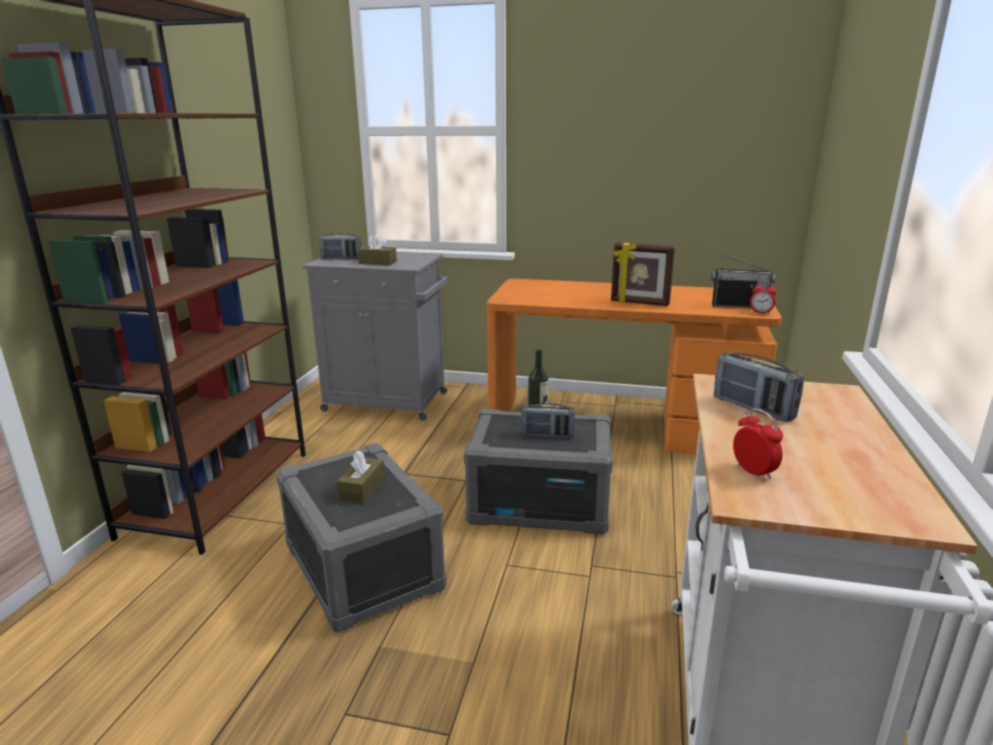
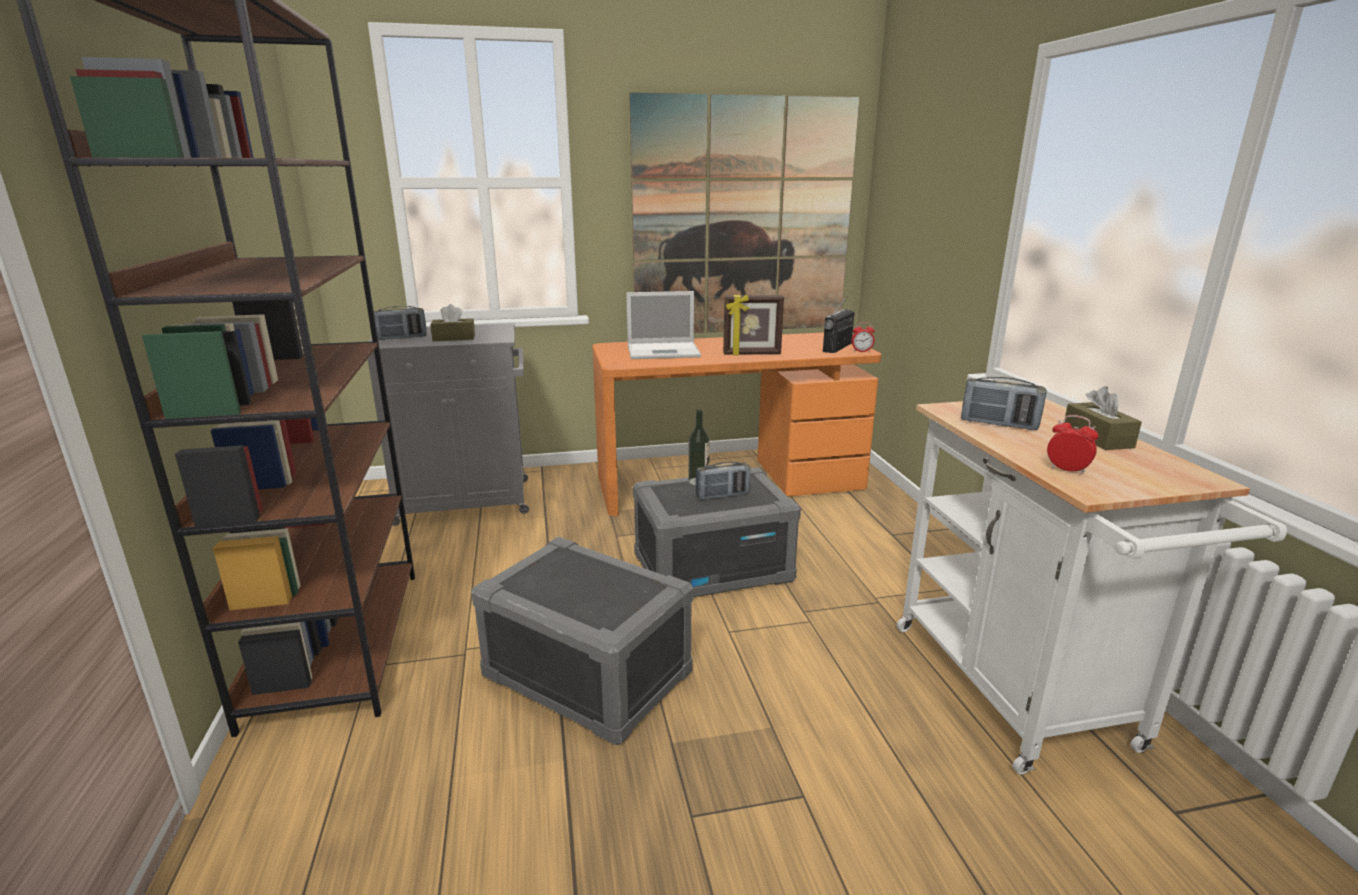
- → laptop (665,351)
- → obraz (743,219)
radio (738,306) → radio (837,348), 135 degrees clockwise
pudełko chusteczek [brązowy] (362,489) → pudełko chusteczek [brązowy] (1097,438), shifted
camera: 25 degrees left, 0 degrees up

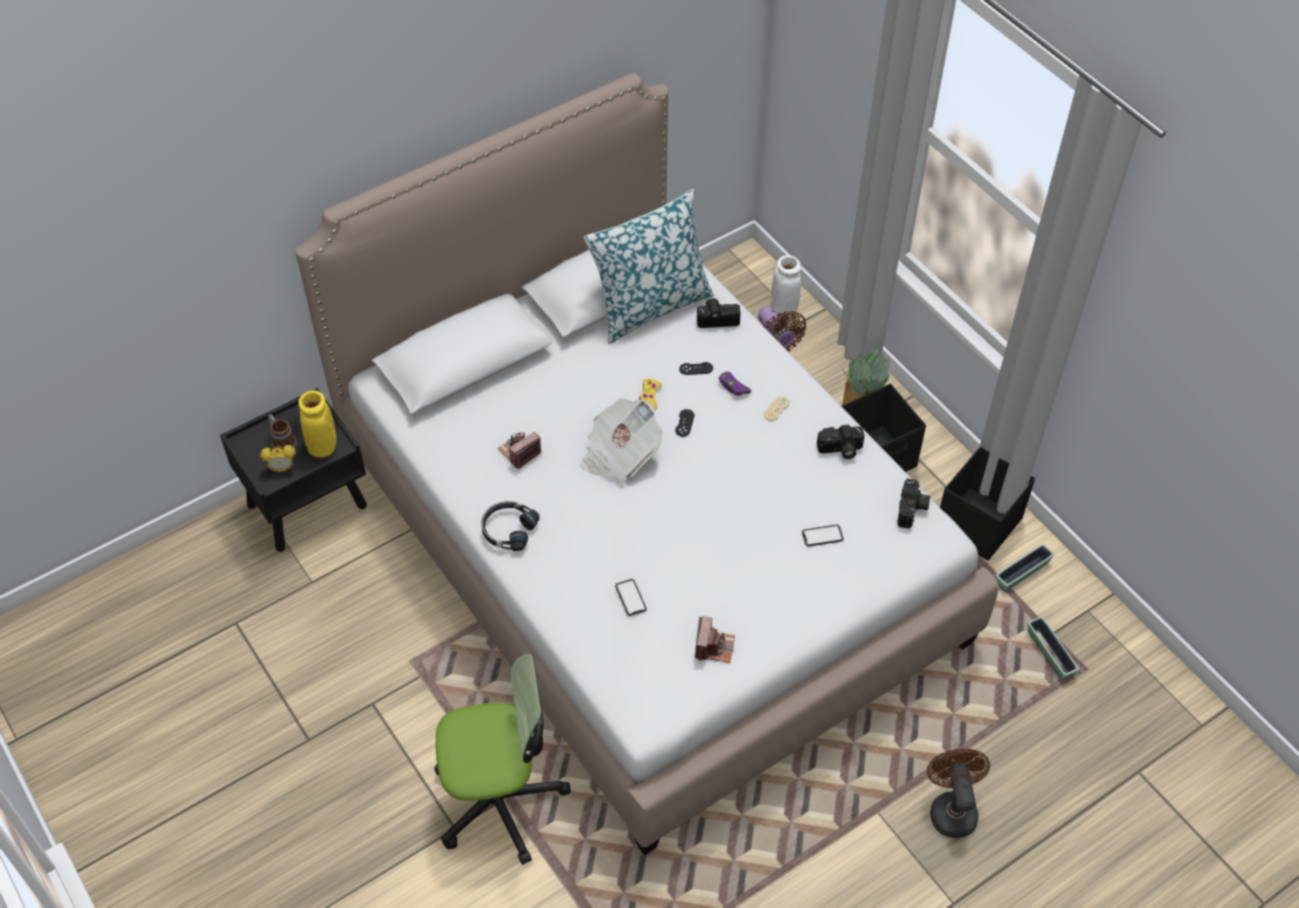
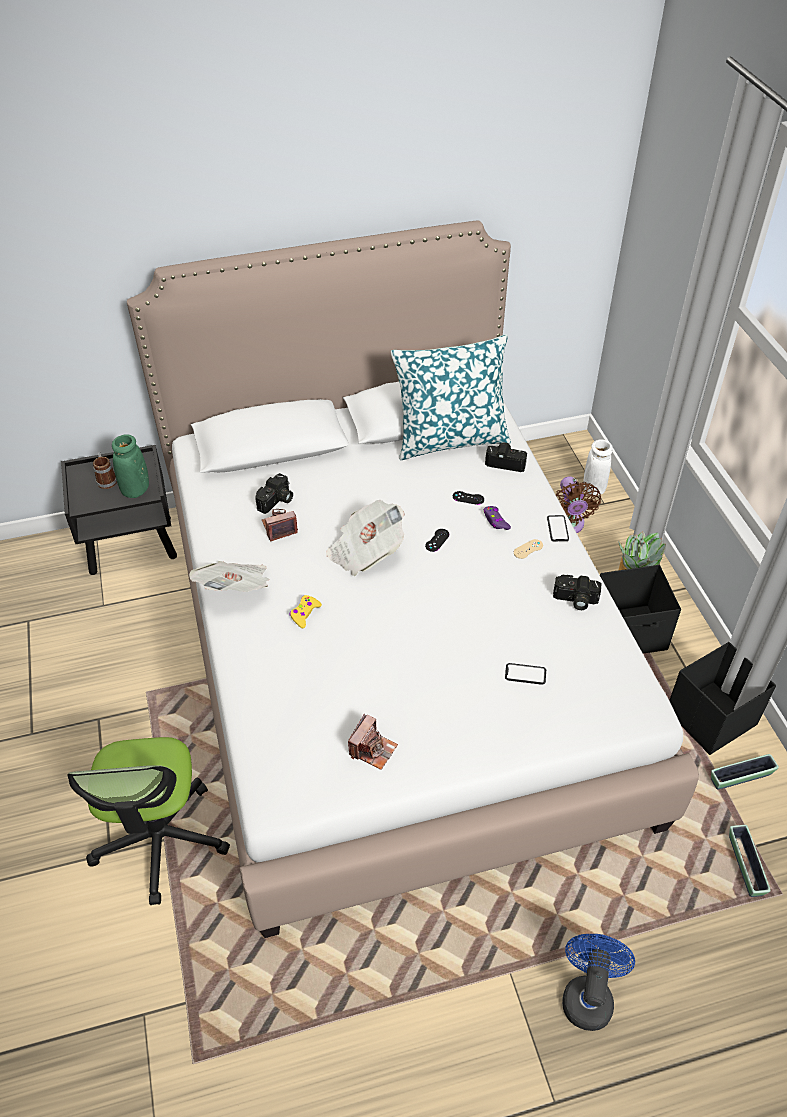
krzesło biurowe (499,800) → krzesło biurowe (160,840), 75 degrees clockwise
wazon [żółty] (322,446) → wazon [zielony] (135,490)
słuchawki [czarny] (508,530) → gazeta (236,589)
aparat fotograficzny (912,510) → aparat fotograficzny (277,501), shifted
pad do gier [żółty] (650,396) → pad do gier [żółty] (304,614), shifted
telefon (630,598) → telefon (557,529), shifted
wentylator [brązowy] (951,808) → wentylator [niebieski] (588,995)
budzik (282,468) → -
camera: 20 degrees right, 5 degrees down

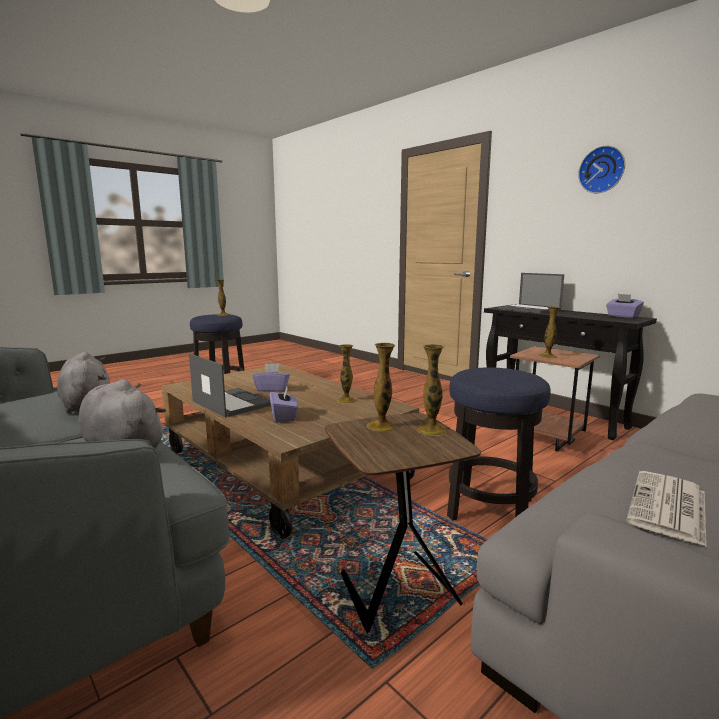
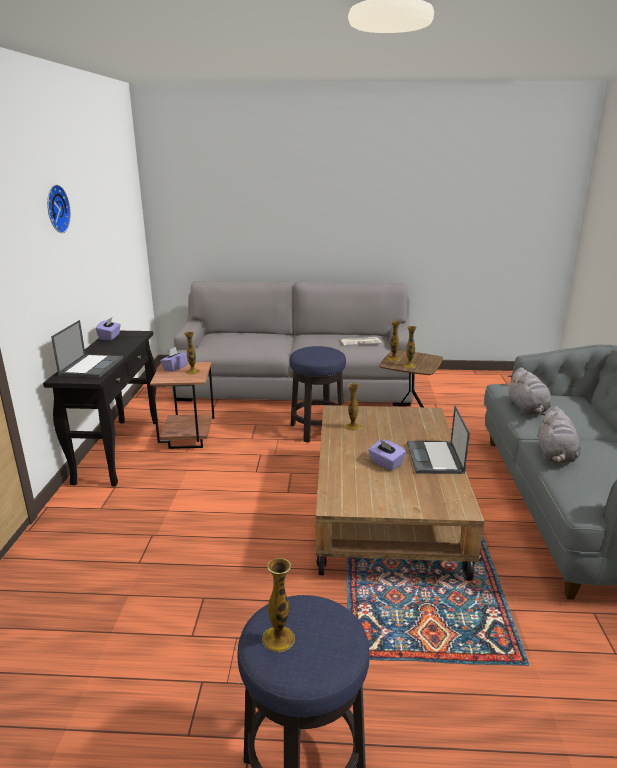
pudełko chusteczek [fioletowy] (284,417) → pudełko chusteczek [fioletowy] (175,367), shifted
camera: 135 degrees left, 10 degrees up

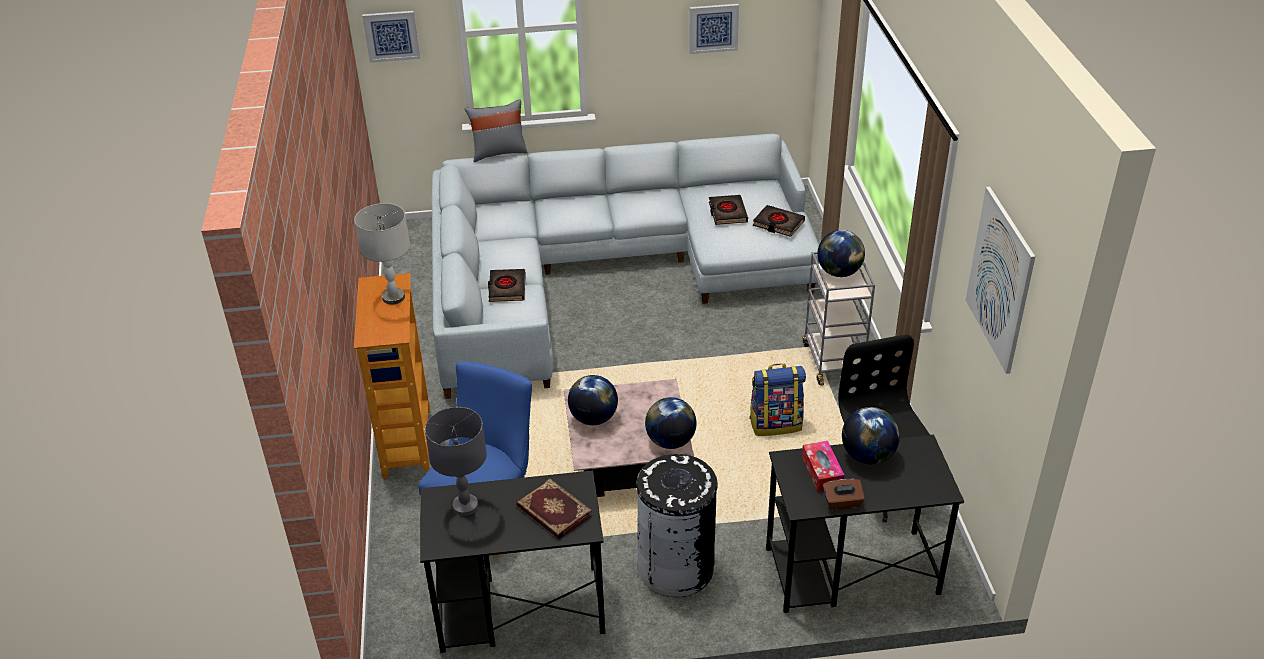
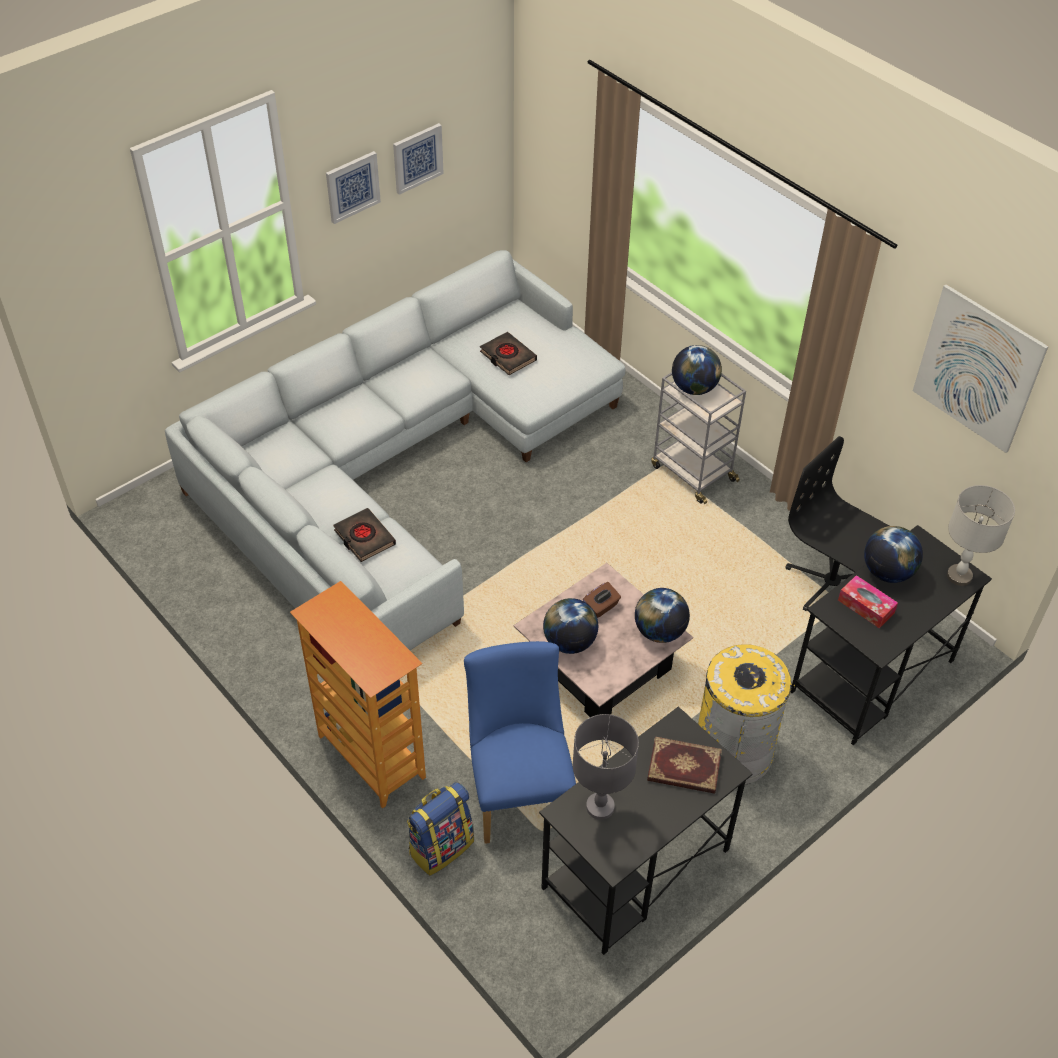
obraz (391,36) → obraz (352,186), shifted
plecak (775,424) → plecak (441,846), shifted
pudełko chusteczek [brązowy] (842,503) → pudełko chusteczek [brązowy] (601,607), shifted
kosz na śmieci [czarny] (676,568) → kosz na śmieci [żółty] (733,751)
lampa stołowa [szary] (393,297) → lampa stołowa [szary] (958,576), shifted
poduszka [szary] (499,152) → -
książka [czarny] (778,224) → -
camera: 35 degrees left, 10 degrees up

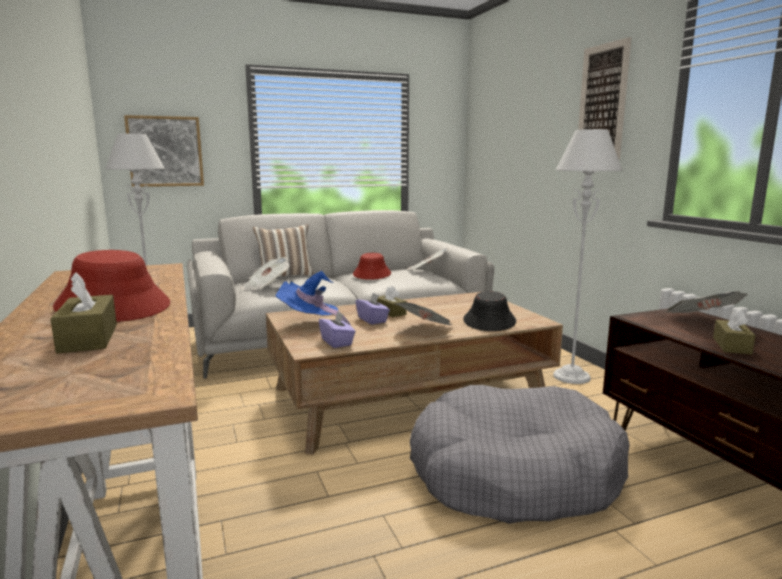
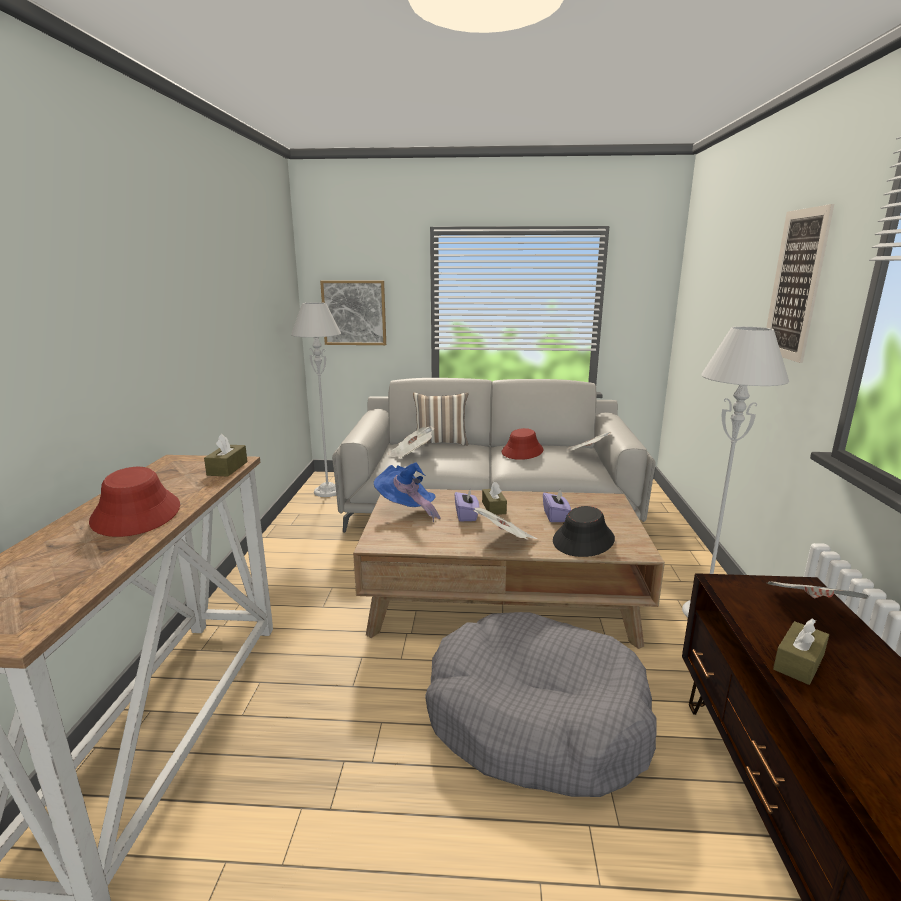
pudełko chusteczek [brązowy] (88,338) → pudełko chusteczek [brązowy] (227,468), shifted
pudełko chusteczek [fioletowy] (337,342) → pudełko chusteczek [fioletowy] (556,516), shifted
camera: 25 degrees right, 5 degrees up

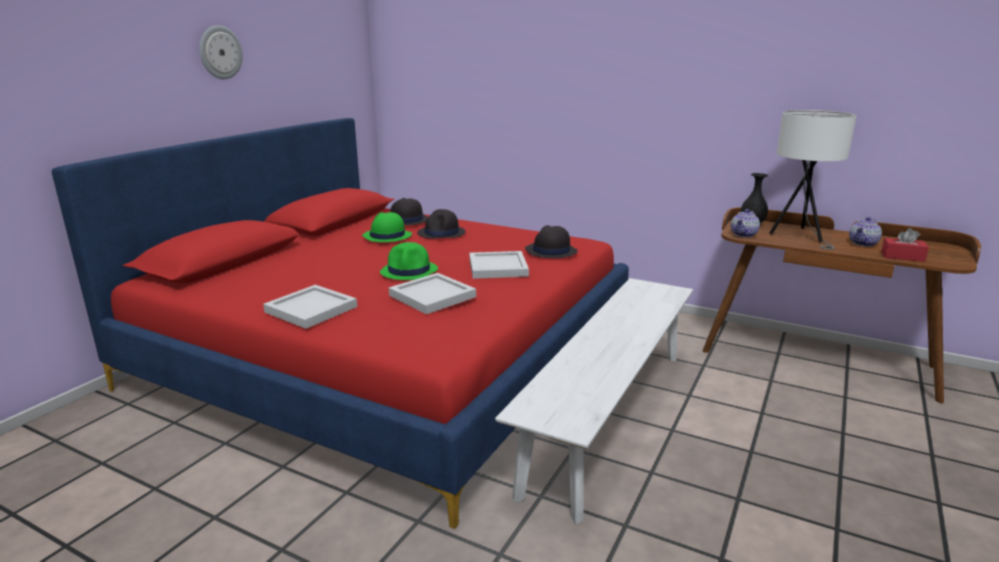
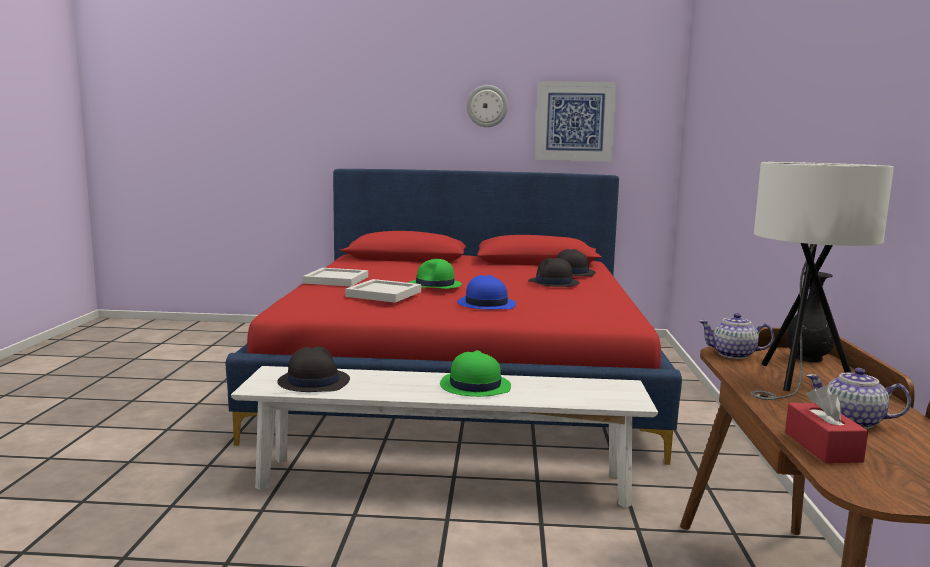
kapelusz [czarny] (550,251) → kapelusz [czarny] (313,382), shifted
kapelusz [zielony] (387,236) → kapelusz [zielony] (474,386), shifted
taca [biały] (497,268) → kapelusz [niebieski] (486,304)
- → obraz (575,121)
camera: 65 degrees right, 10 degrees down

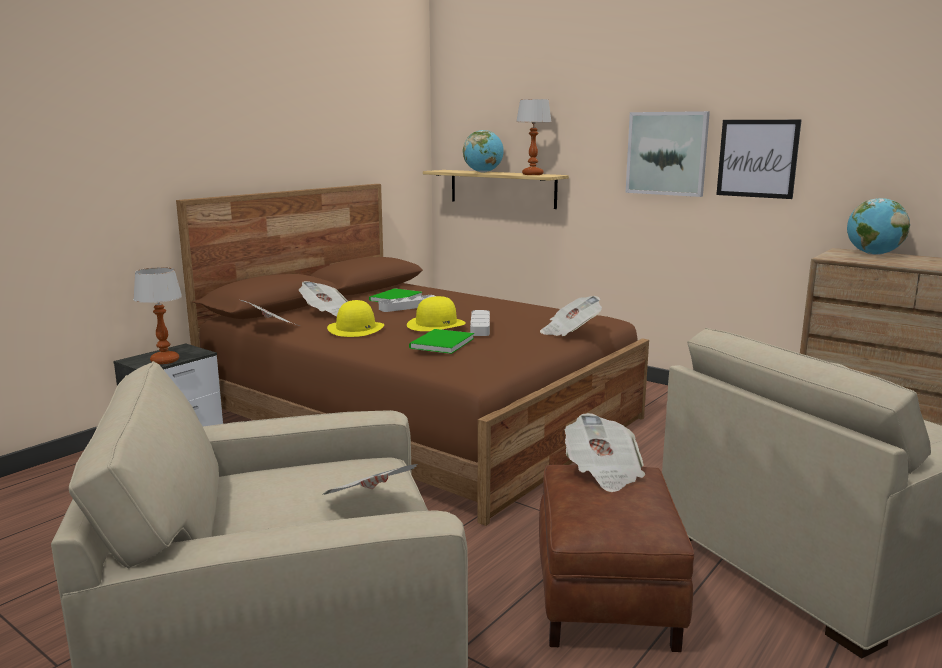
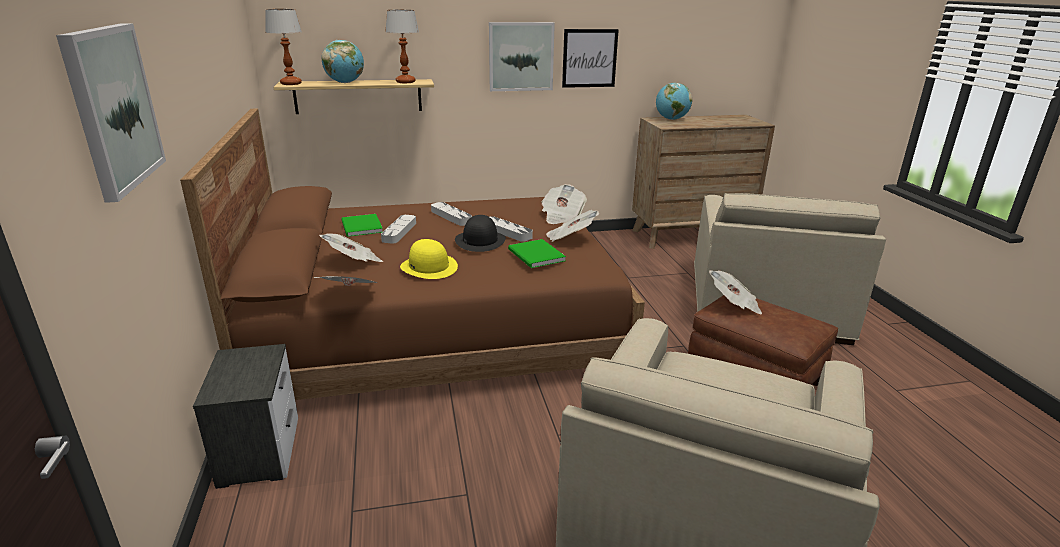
- → obraz (113,108)
lampa stołowa (164,360) → lampa stołowa (290,84), shifted
- → taca [szary] (451,217)
kapelusz [żółty] (436,324) → kapelusz [czarny] (480,240)
gazeta (370,504) → gazeta (570,238), shifted
camera: 50 degrees left, 10 degrees up

